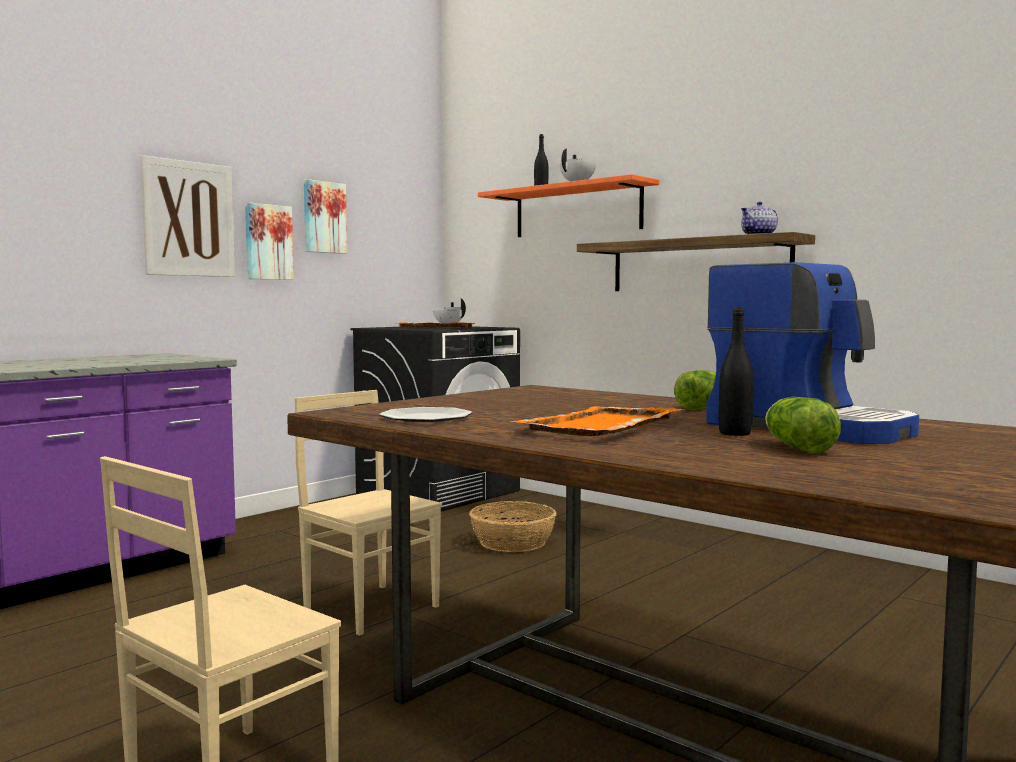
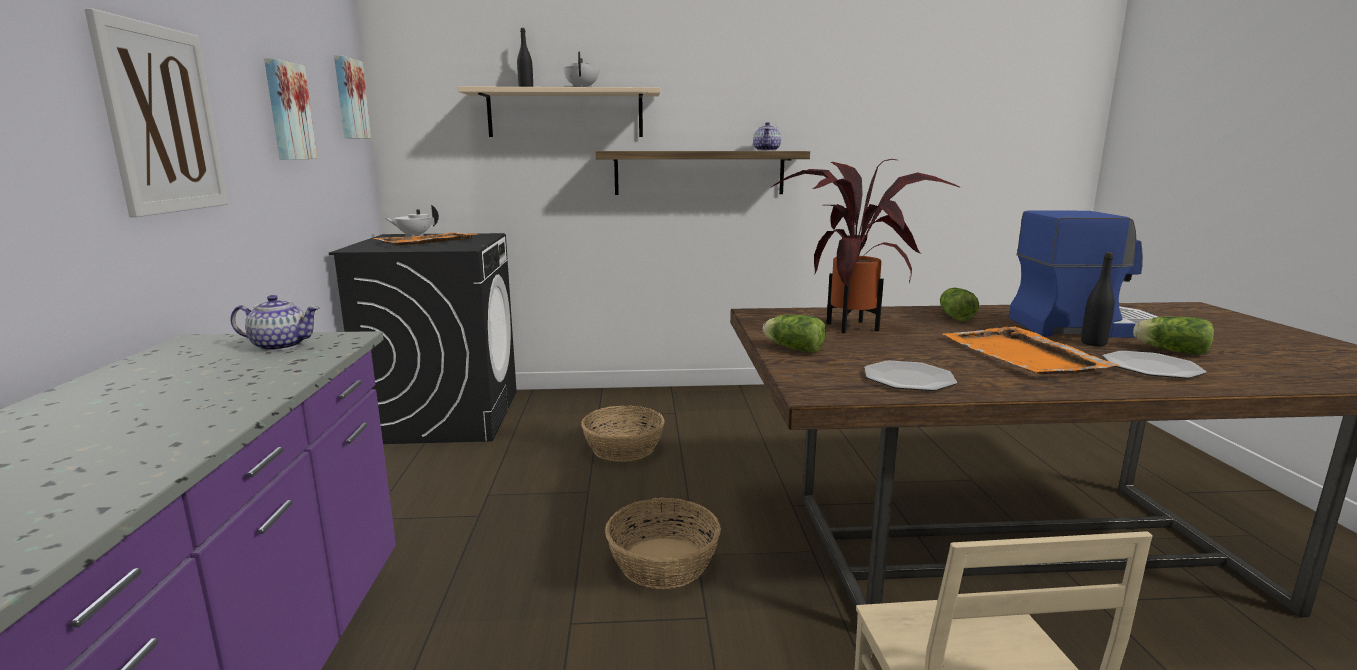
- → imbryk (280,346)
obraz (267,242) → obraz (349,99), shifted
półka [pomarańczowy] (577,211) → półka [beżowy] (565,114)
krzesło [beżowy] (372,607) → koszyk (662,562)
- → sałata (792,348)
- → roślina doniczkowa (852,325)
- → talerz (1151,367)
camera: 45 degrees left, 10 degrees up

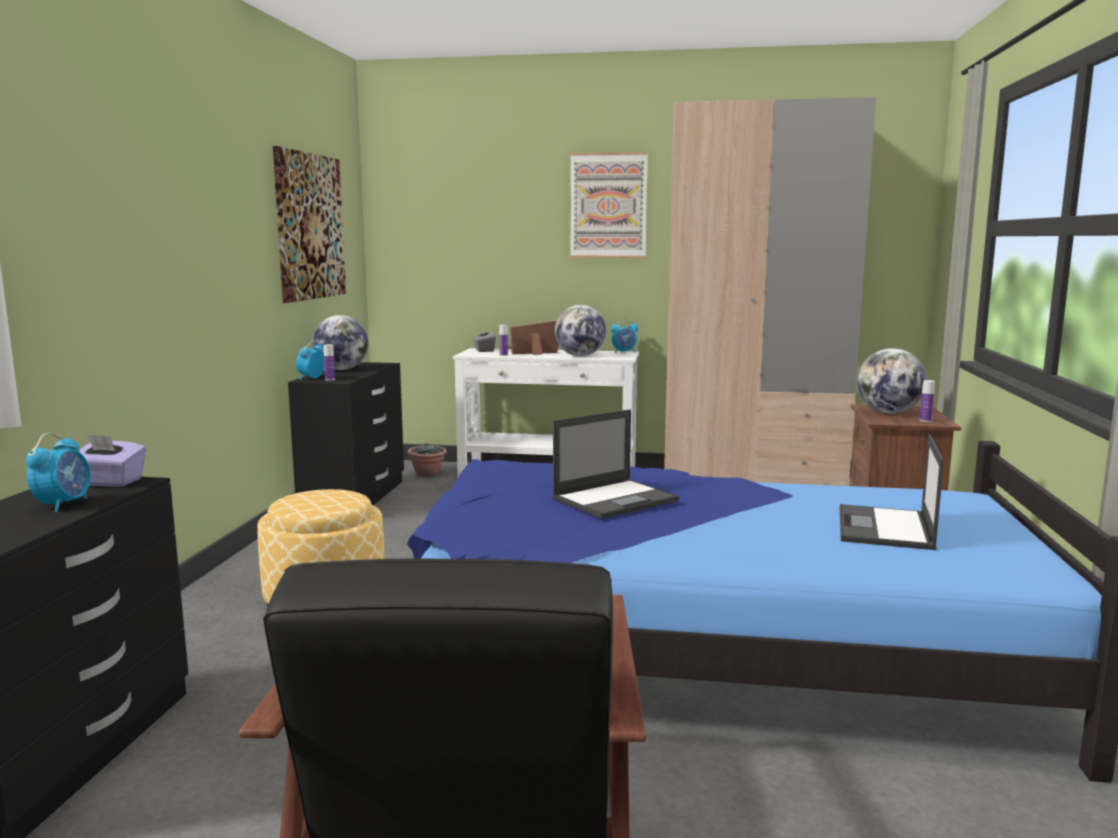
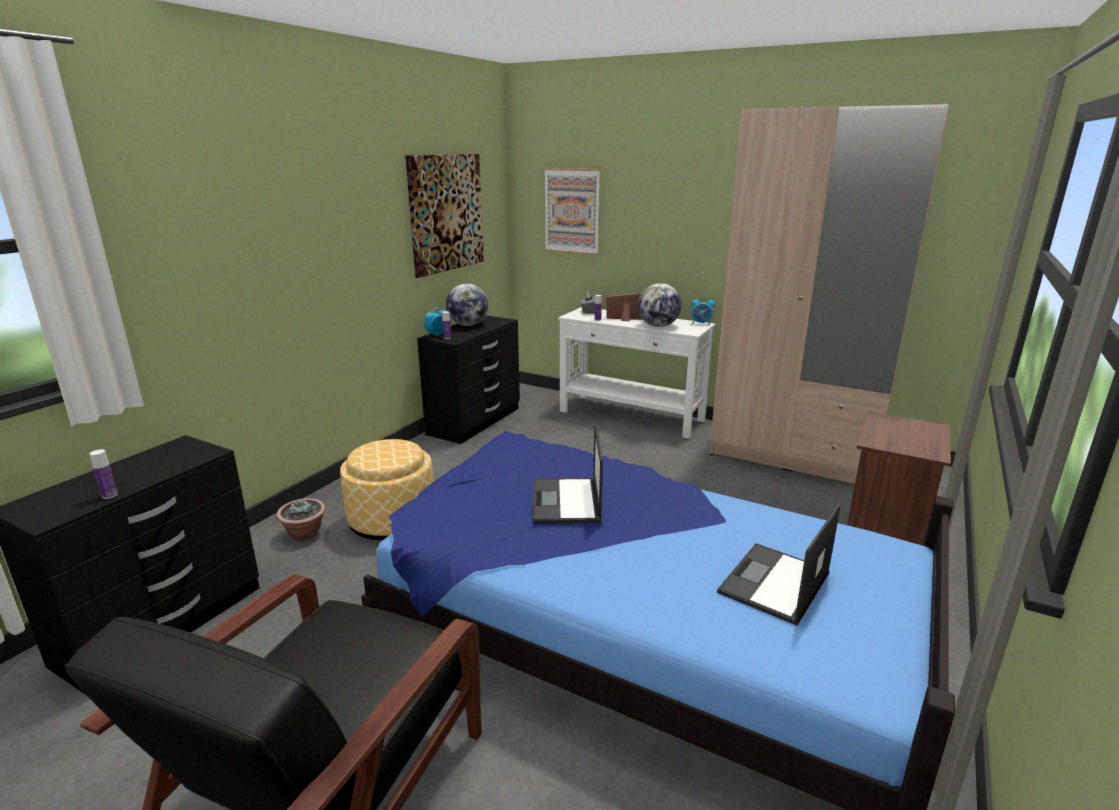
butelka (925,420) → butelka (109,495), shifted
roślina doniczkowa (428,473) → roślina doniczkowa (305,534), shifted
laptop (616,499) → laptop (566,502), 105 degrees clockwise
obraz (608,206) → obraz (572,211), shifted
budzik (64,504) → -
pudełko chusteczek [fioletowy] (108,482) → -
globus (889,412) → -
camera: 20 degrees right, 10 degrees up

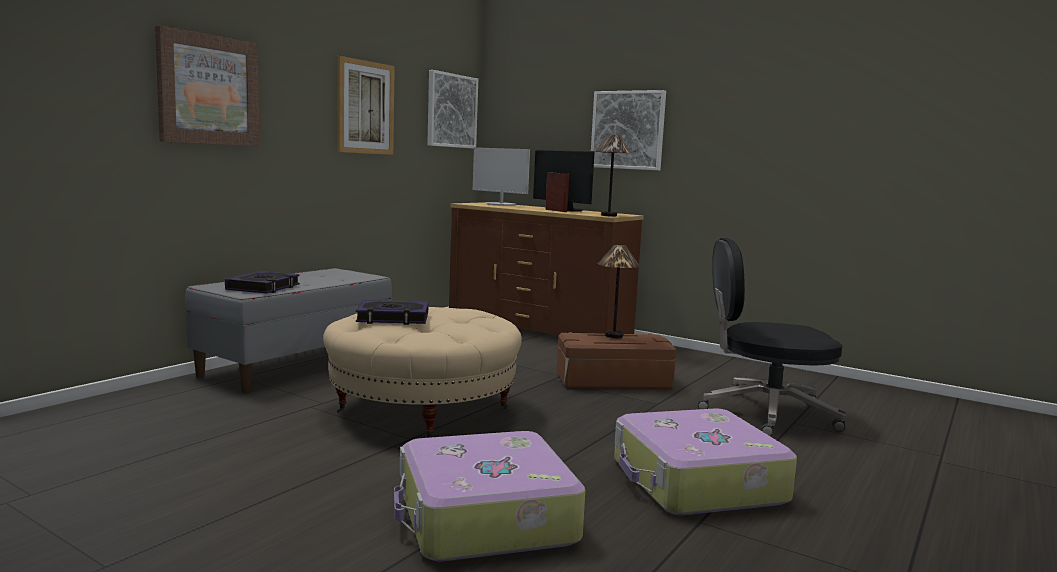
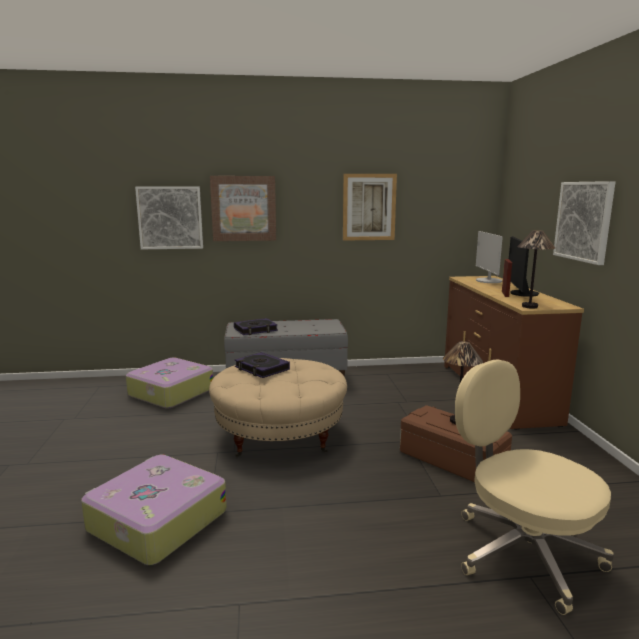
walizka (696,482) → walizka (170,392), shifted
obraz (451,111) → obraz (170,217), shifted
krzesło biurowe [czarny] (765,413) → krzesło biurowe [beżowy] (522,552)
camera: 50 degrees right, 5 degrees up

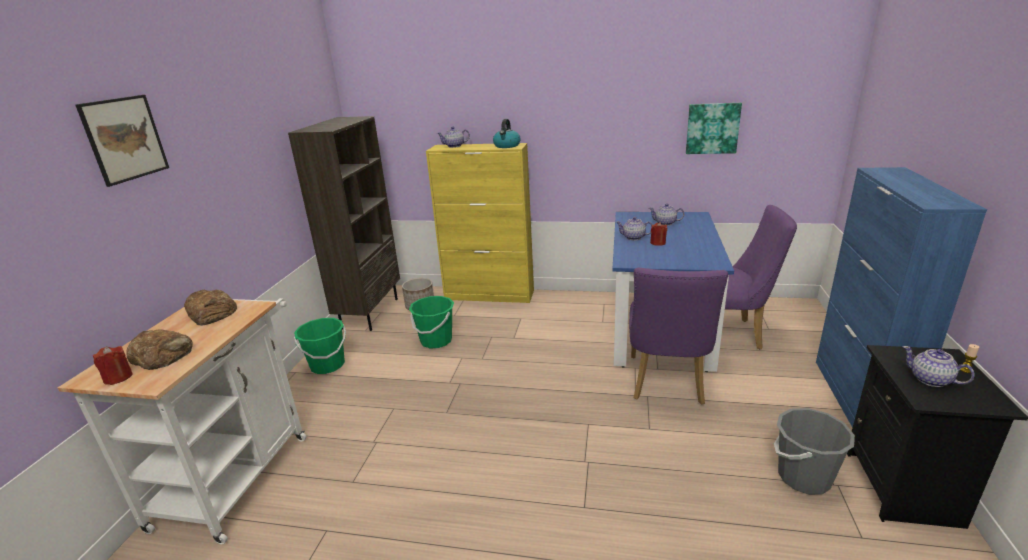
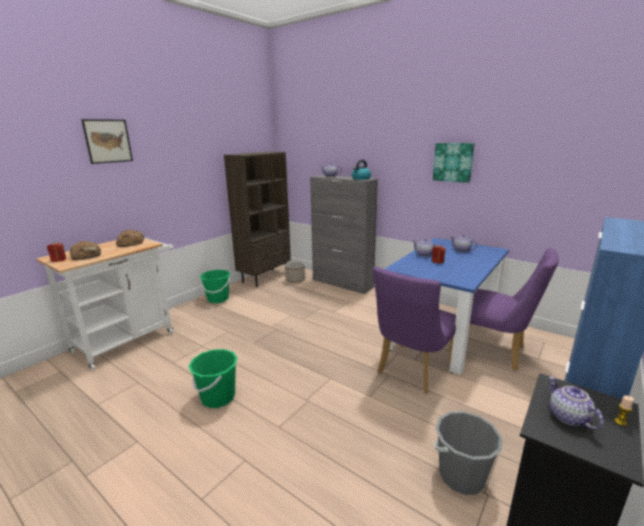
wiadro [zielony] (436,341) → wiadro [zielony] (218,397), shifted
szafka [żółty] (490,295) → szafka [szary] (342,283)
obraz (712,128) → obraz (453,162), shifted
camera: 25 degrees right, 5 degrees down

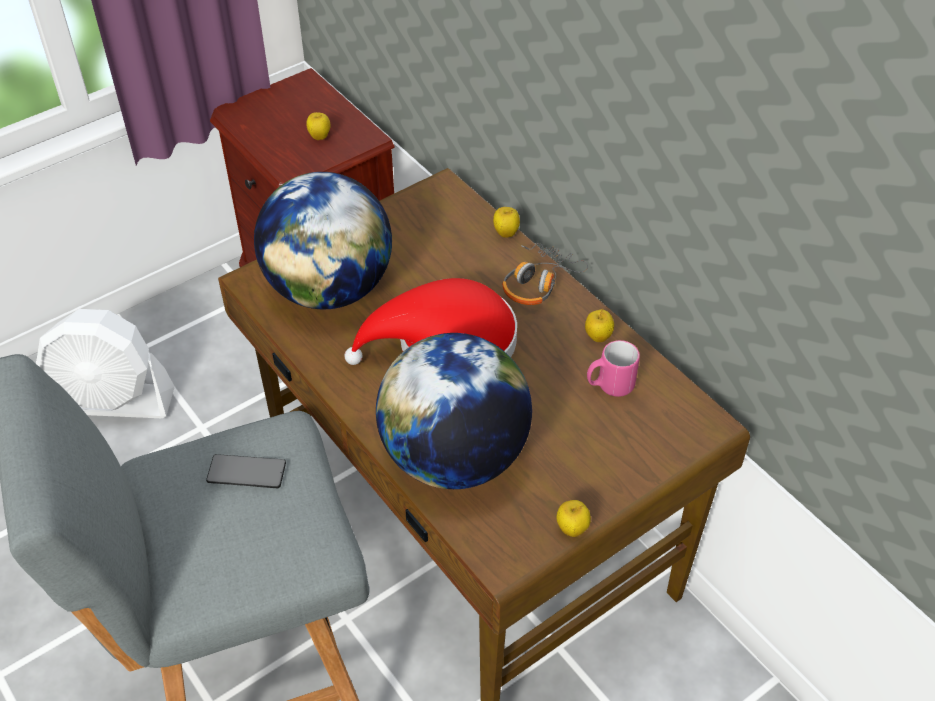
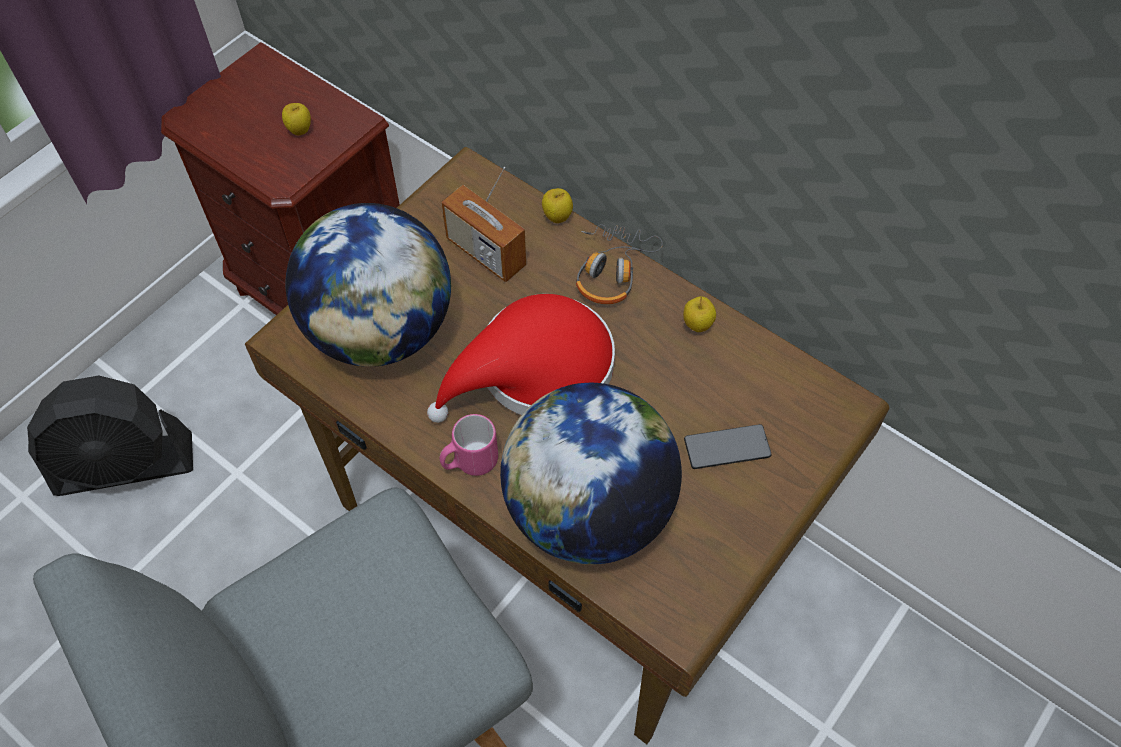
wentylator [biały] (112,401) → wentylator [czarny] (125,465)
kubek [różowy] (609,386) → kubek [różowy] (469,462), shifted
- → radio (486,253)
telefon (246,472) → telefon (727,448), shifted
jabłko (572,529) → -
camera: 15 degrees left, 10 degrees up

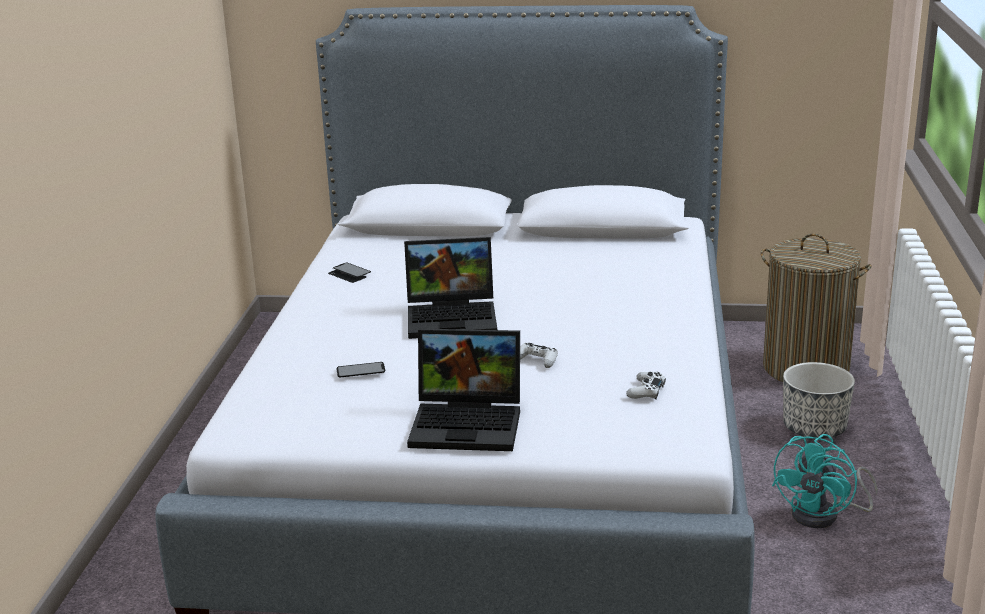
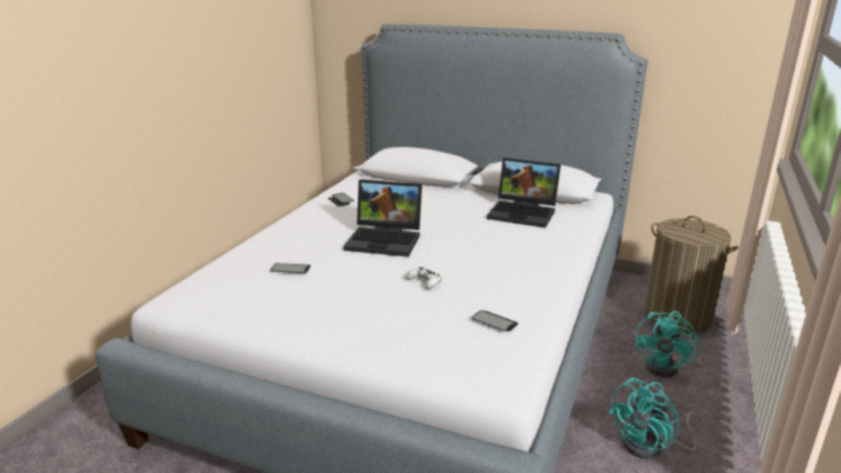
pad do gier [biały] (646,391) → telefon (494,322)
laptop (470,423) → laptop (524,213), shifted
donica (814,428) → wentylator [turkusowy] (668,367)
camera: 15 degrees right, 0 degrees up

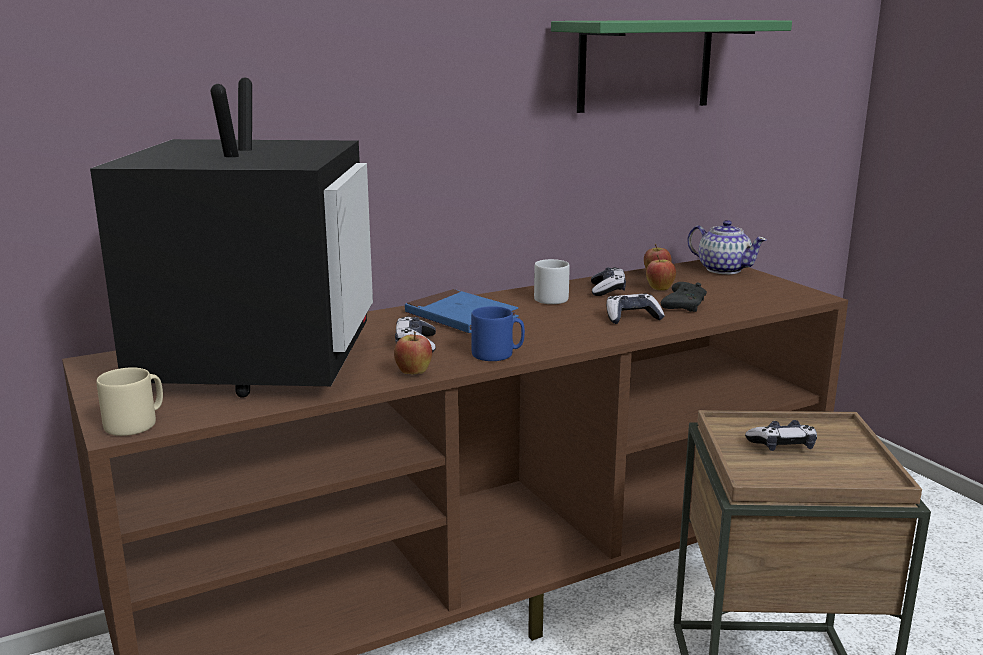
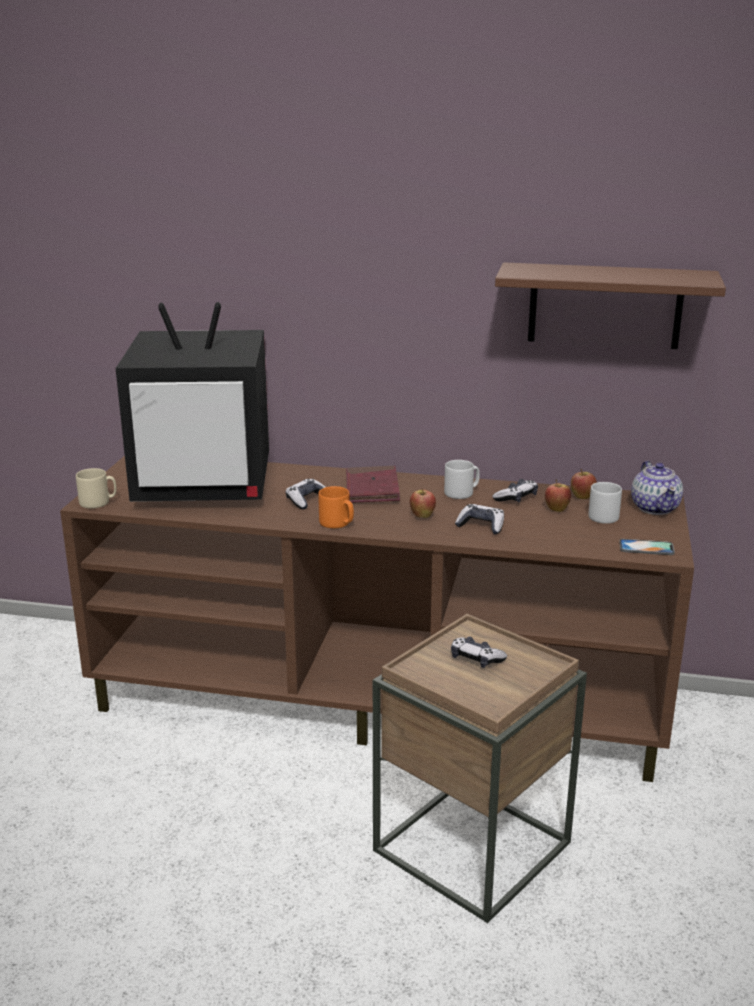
telewizor (257,363) → telewizor (206,485), 45 degrees clockwise
kubek [niebieski] (497,354) → kubek [pomarańczowy] (337,523)
książka [niebieski] (461,317) → książka [czerwony] (372,489)
jabłko (414,374) → jabłko (422,517), shifted
półka [zielony] (645,65) → półka [brązowy] (605,306)
- → kubek [szary] (602,516)
- → telefon (646,548)
pad do gier [czarny] (683,305) → -
camera: 40 degrees right, 5 degrees up

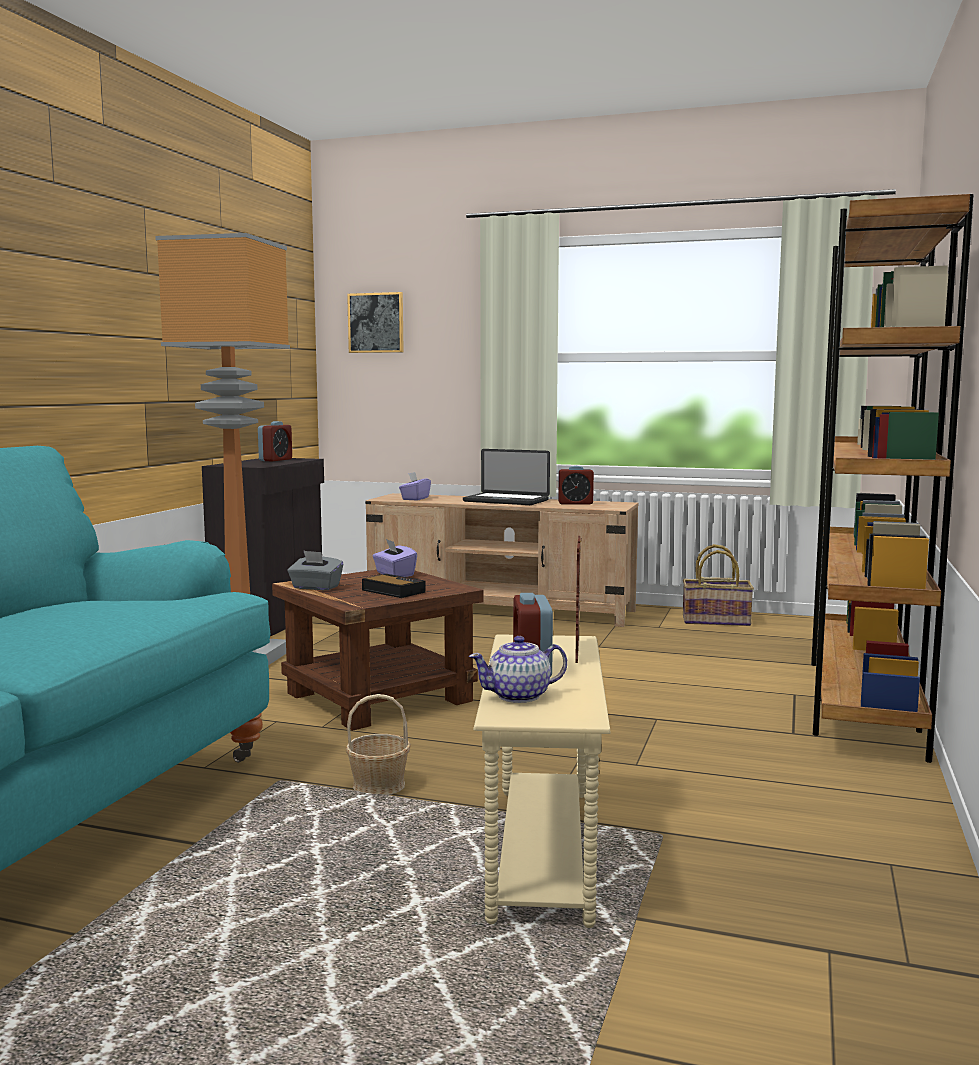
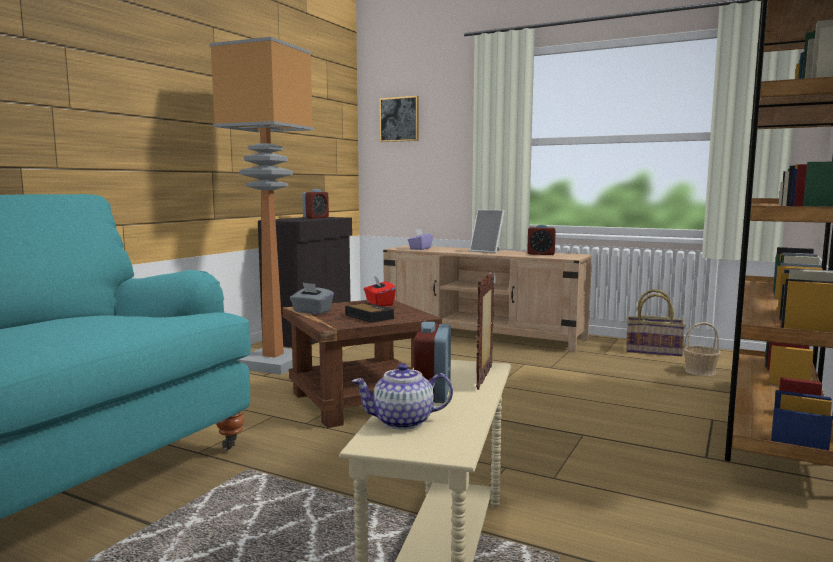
pudełko chusteczek [fioletowy] (394,574) → pudełko chusteczek [czerwony] (379,304)
laptop (506,501) → ramka na zdjęcie (487,251)
koszyk (379,785) → koszyk (700,372), shifted
camera: 10 degrees right, 0 degrees up

